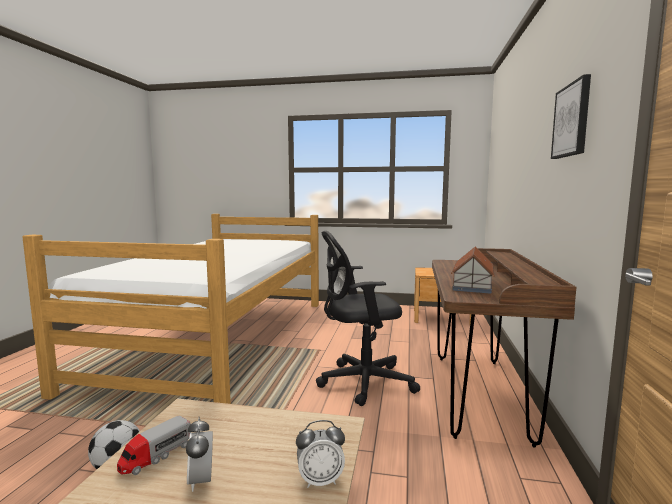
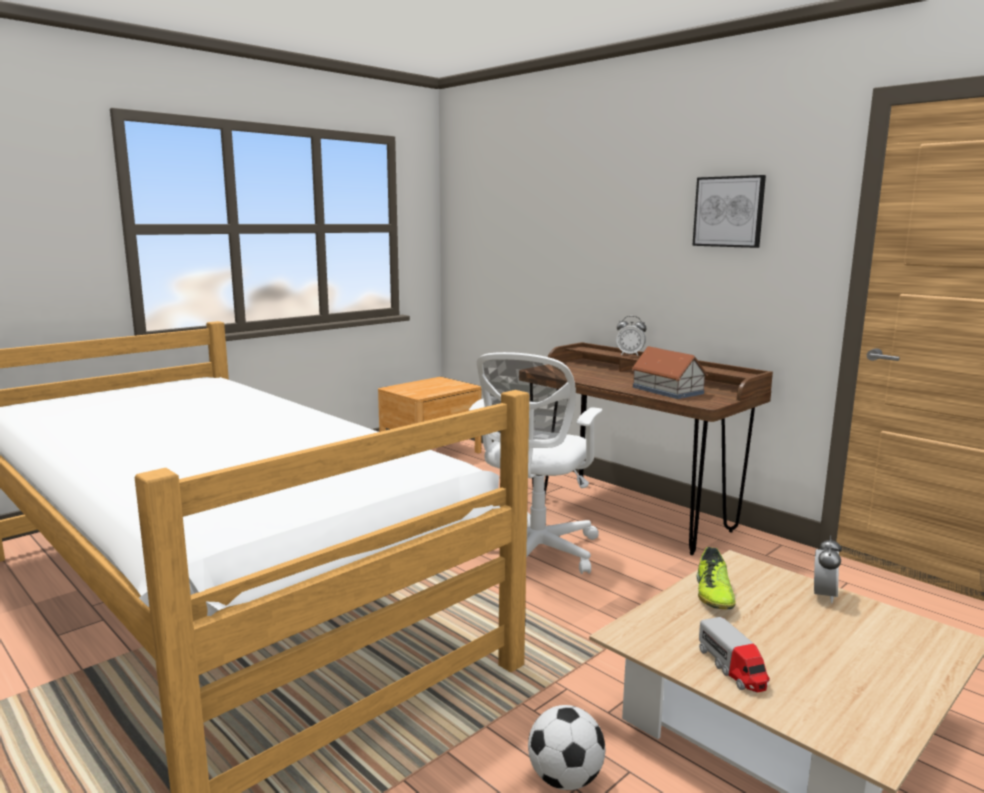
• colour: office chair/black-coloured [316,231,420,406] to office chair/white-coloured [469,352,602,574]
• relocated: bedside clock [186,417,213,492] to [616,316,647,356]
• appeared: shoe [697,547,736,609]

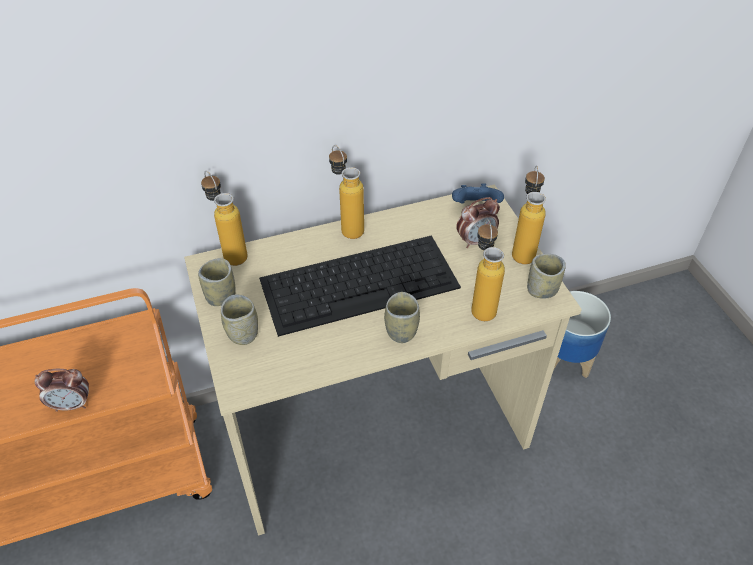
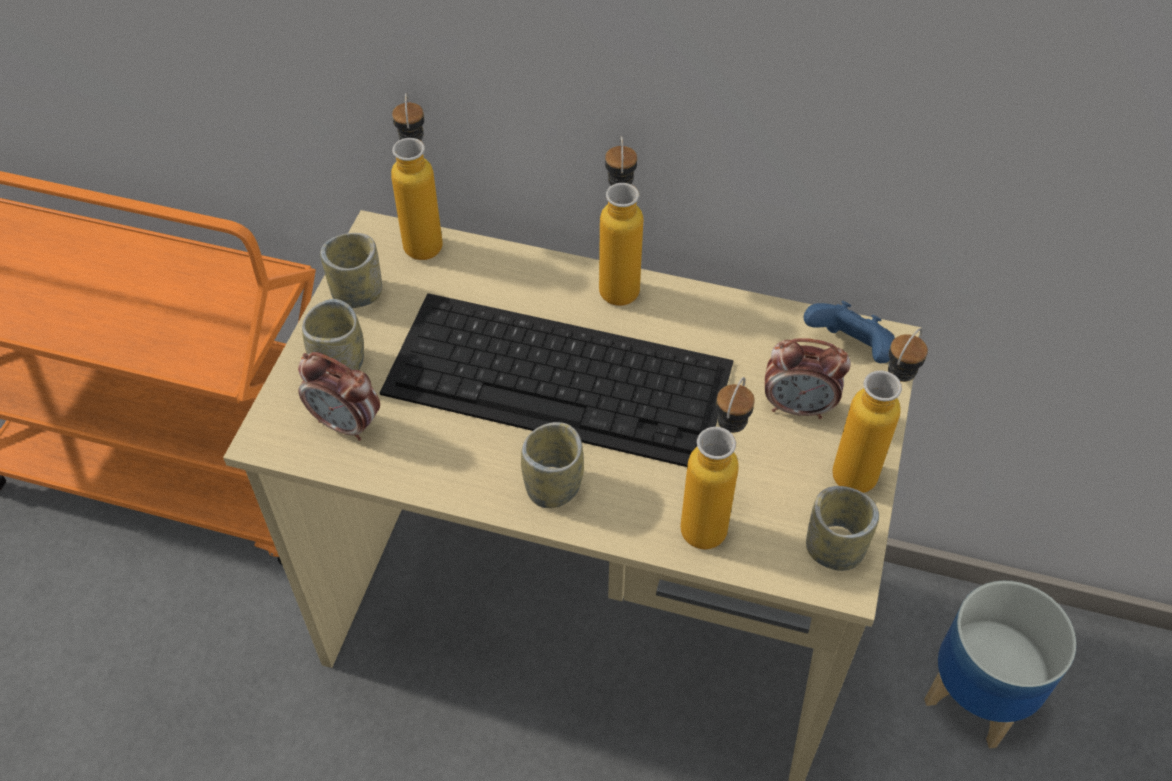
• relocated: bedside clock [34,369,89,412] to [298,352,380,441]

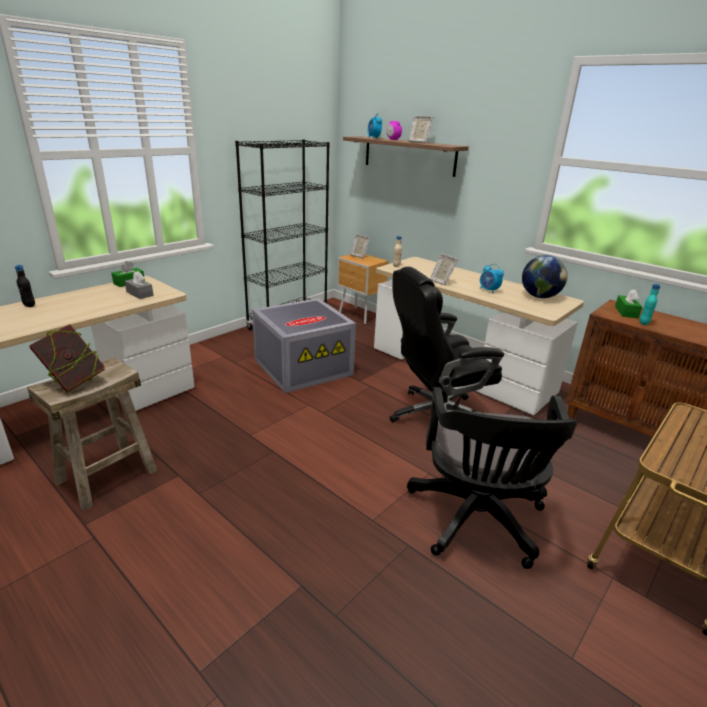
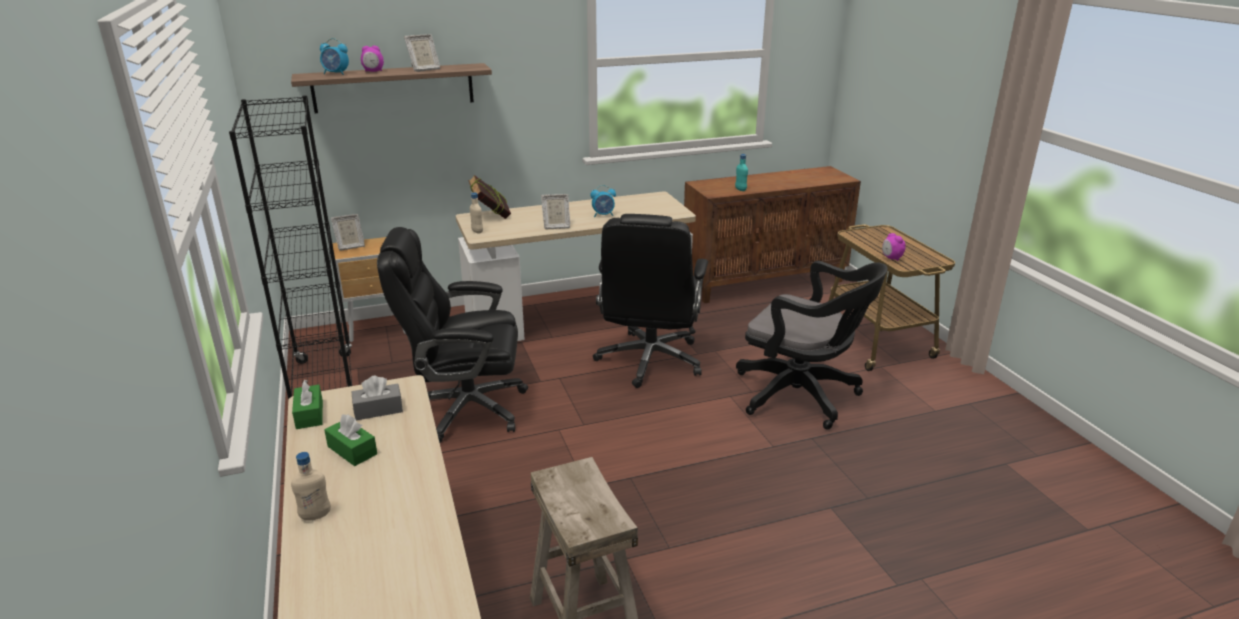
• missing: desk globe [522,255,568,298]
• colour: beverage bottle/black-coloured [15,265,35,307] to beverage bottle/beige-coloured [291,452,331,521]
• relocated: tissue box/green [615,289,642,318] to [324,414,377,466]
• exchanged: storage bin/greyish [252,298,356,393] to office chair/black-coloured [377,227,528,443]
• relocated: bound book [29,324,105,392] to [468,175,511,219]
• appeared: bedside clock [882,233,906,261]

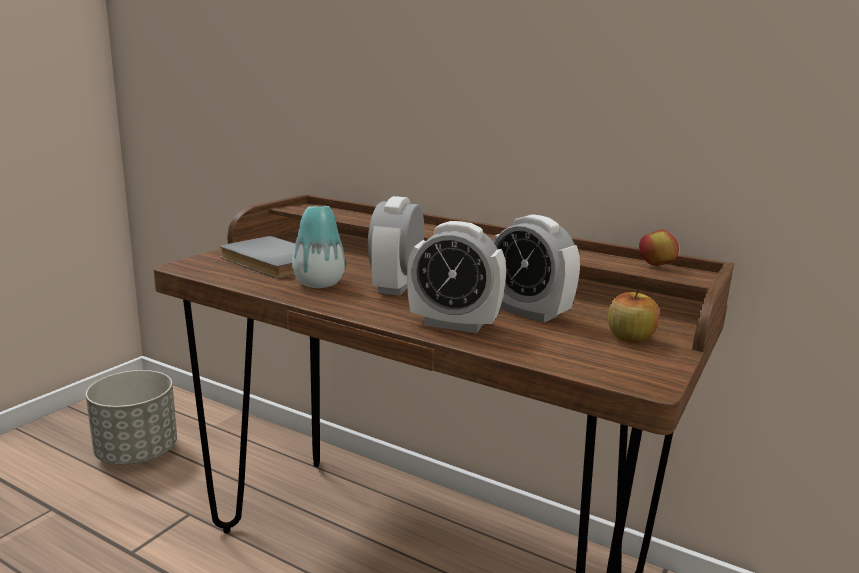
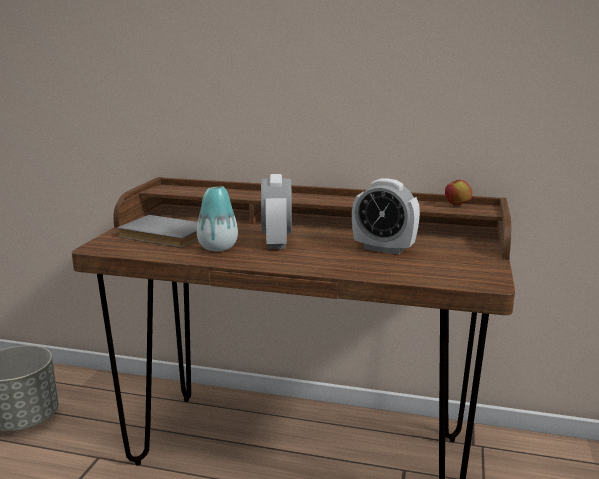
• missing: bedside clock [407,221,506,333]
• missing: apple [608,289,659,343]

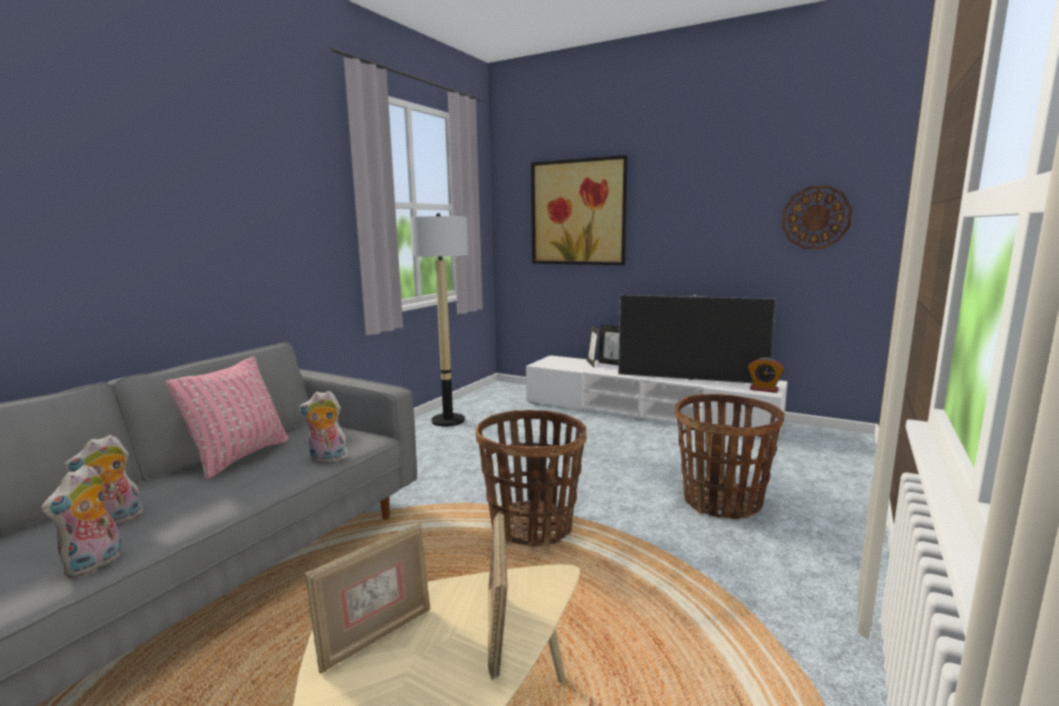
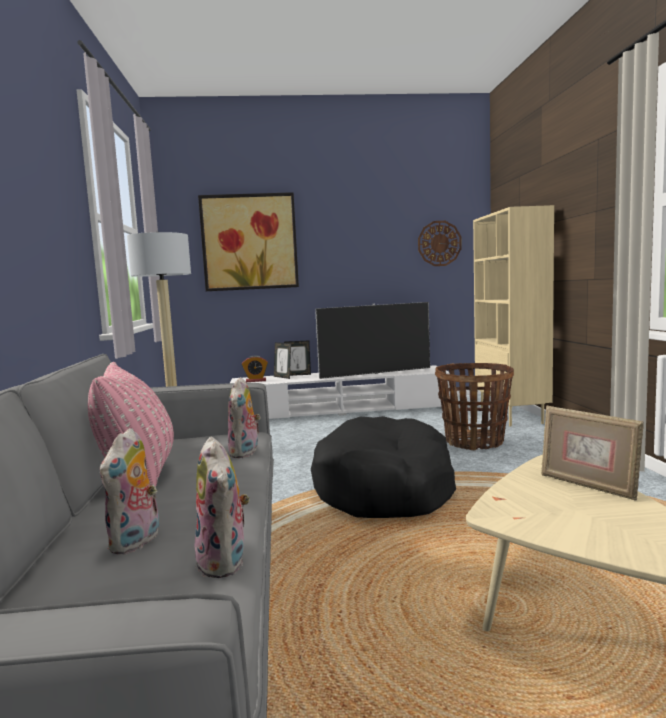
• relocated: bedside clock [748,357,784,393] to [242,355,268,382]
• spun: cuddly toy [298,391,352,463] = [228,377,261,458] 45 degrees counterclockwise
• exchanged: household basket [476,410,586,547] to dog bed/black-coloured [311,416,456,518]
• missing: standing frame [305,523,430,674]
• appeared: bookshelf/beige-coloured [473,205,554,427]

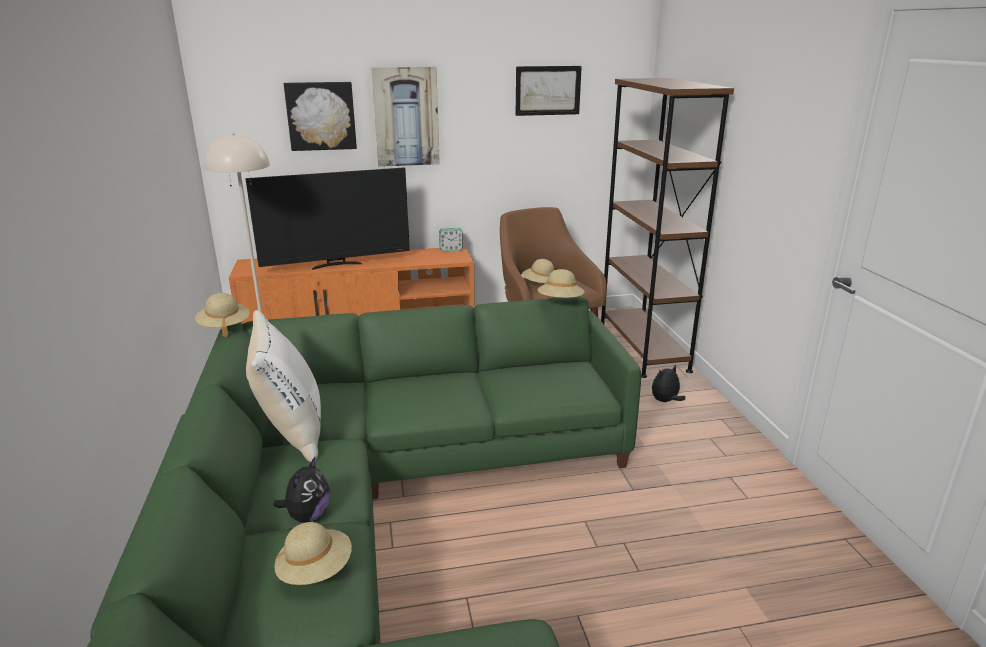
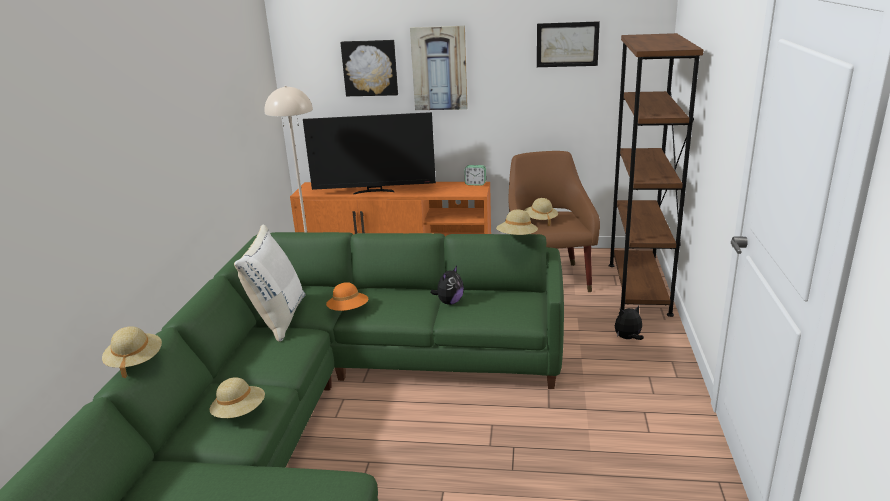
• relocated: wearable hat/beige-coloured [195,293,250,337] to [102,326,162,378]
• relocated: cuddly toy [273,457,330,523] to [430,266,464,305]
• appeared: wearable hat/orange [326,282,368,311]

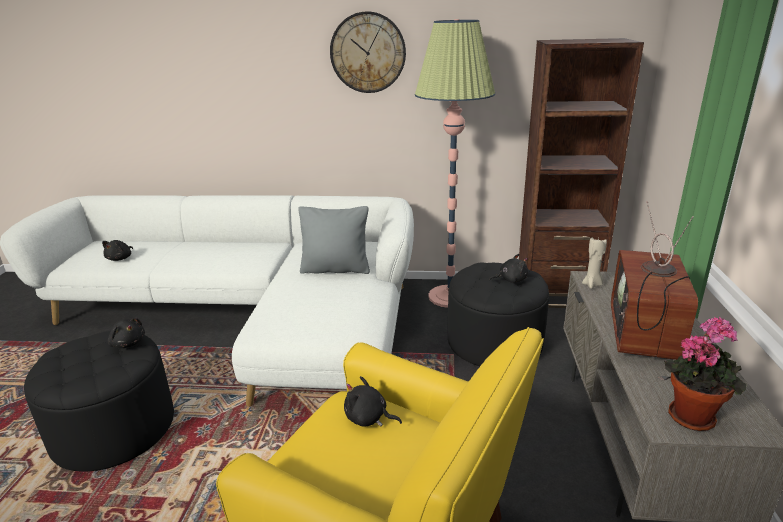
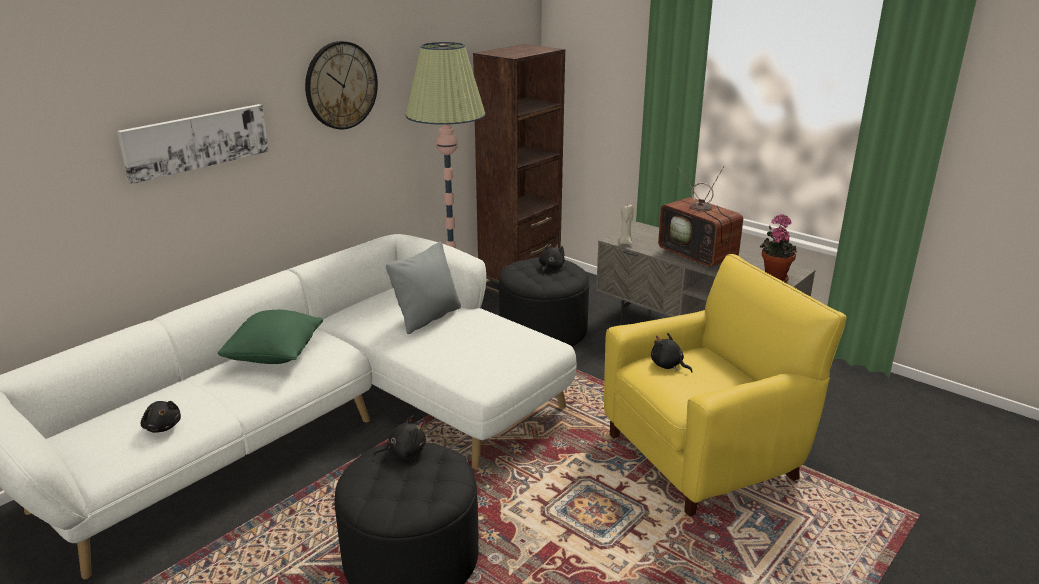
• spun: cuddly toy/black-coloured [344,376,402,427] = [651,333,693,373] 75 degrees clockwise
• appeared: picture [117,104,269,184]
• appeared: cushion/green [218,310,323,364]

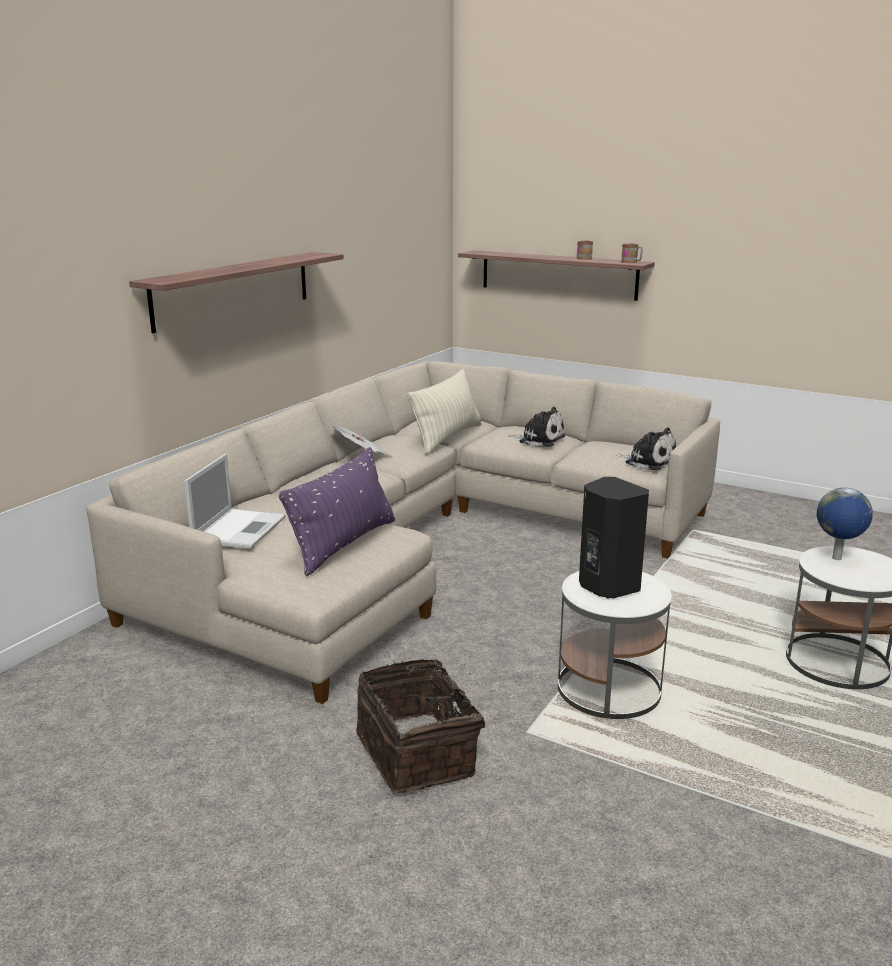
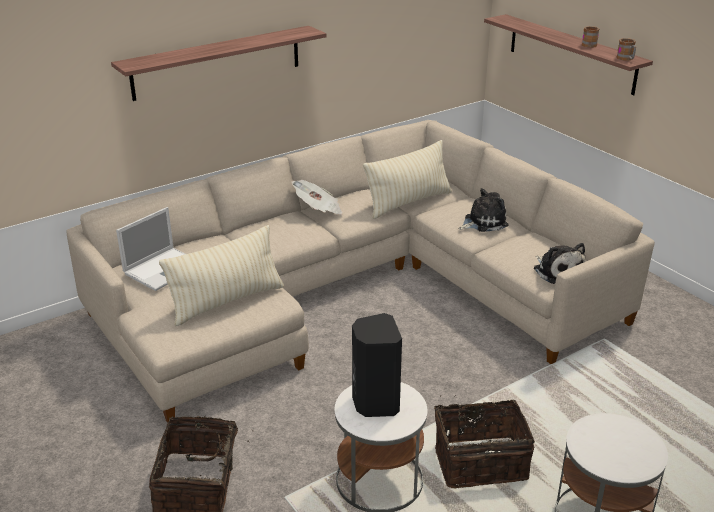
• spun: cuddly toy [508,407,565,447] = [459,188,509,232] 75 degrees counterclockwise
• colour: cushion/purple-coloured [279,447,395,576] to cushion/beige-coloured [159,225,284,326]
• missing: desk globe [817,488,873,560]
• appeared: household basket [434,395,535,488]

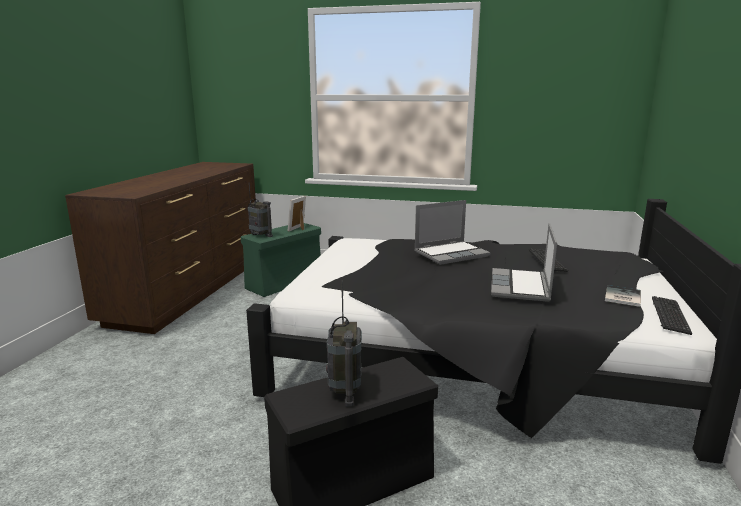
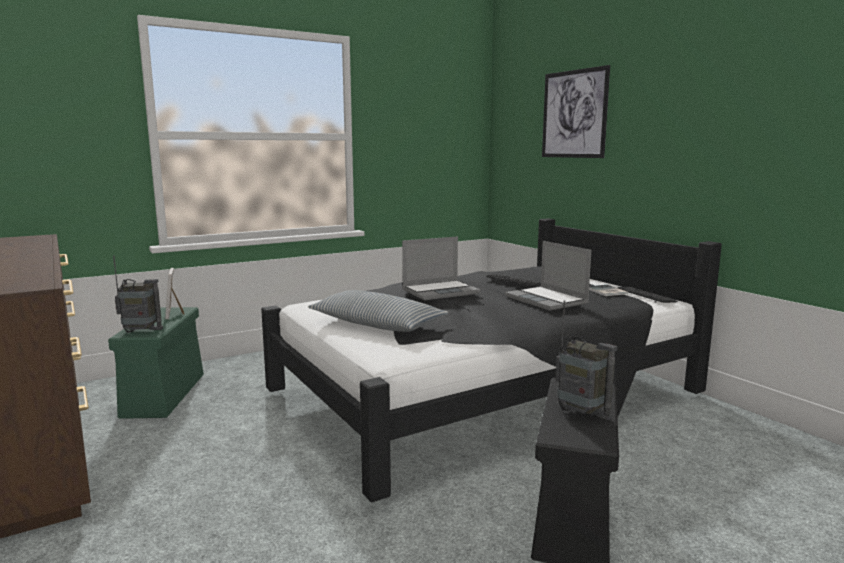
• spun: notebook computer [414,200,490,265] = [402,236,480,300] 45 degrees clockwise
• appeared: picture [542,65,610,158]
• appeared: cushion [308,290,449,332]

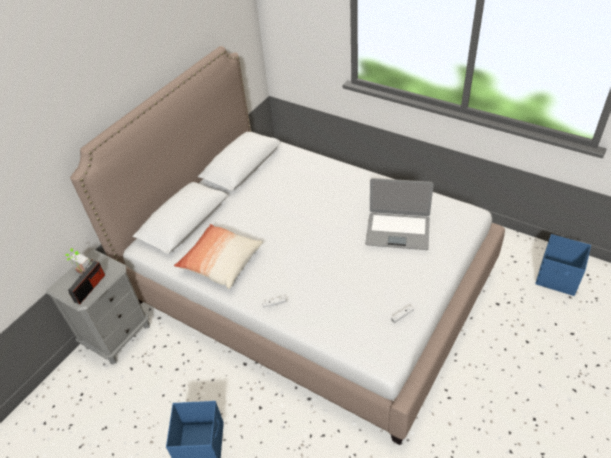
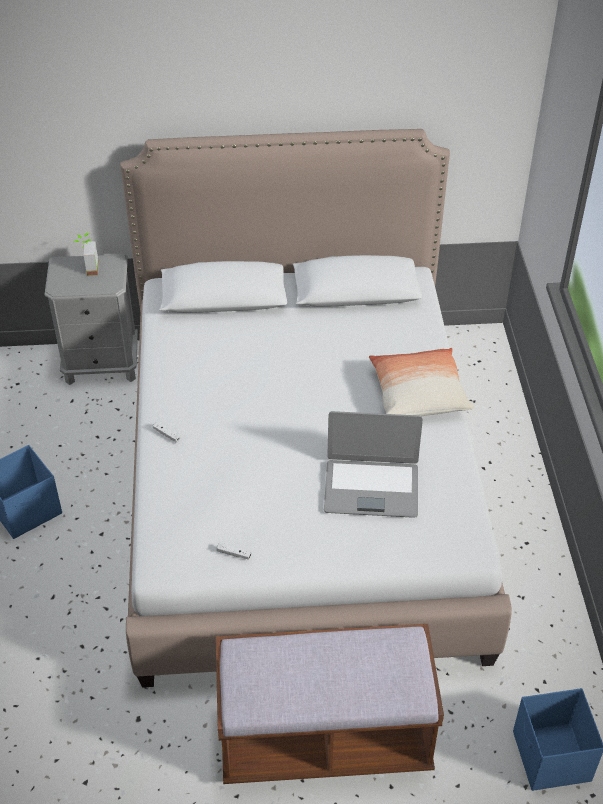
• spun: notebook computer [365,178,434,250] = [324,411,423,518] 60 degrees counterclockwise
• relocated: cushion [174,224,263,289] to [369,348,474,416]
• missing: radio receiver [68,259,105,304]
• appeared: bench/brown [216,624,444,784]

